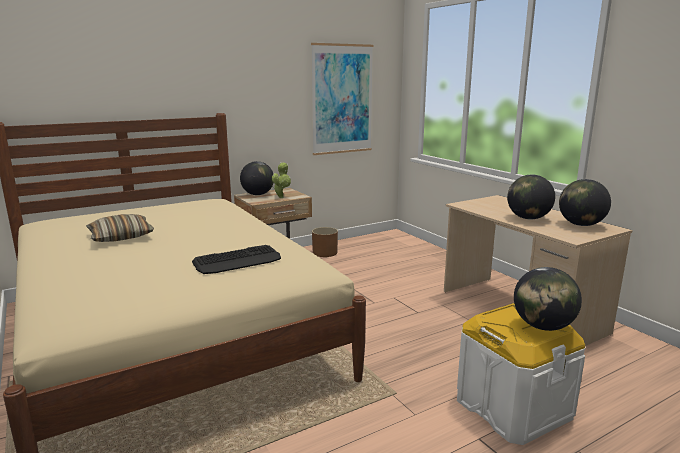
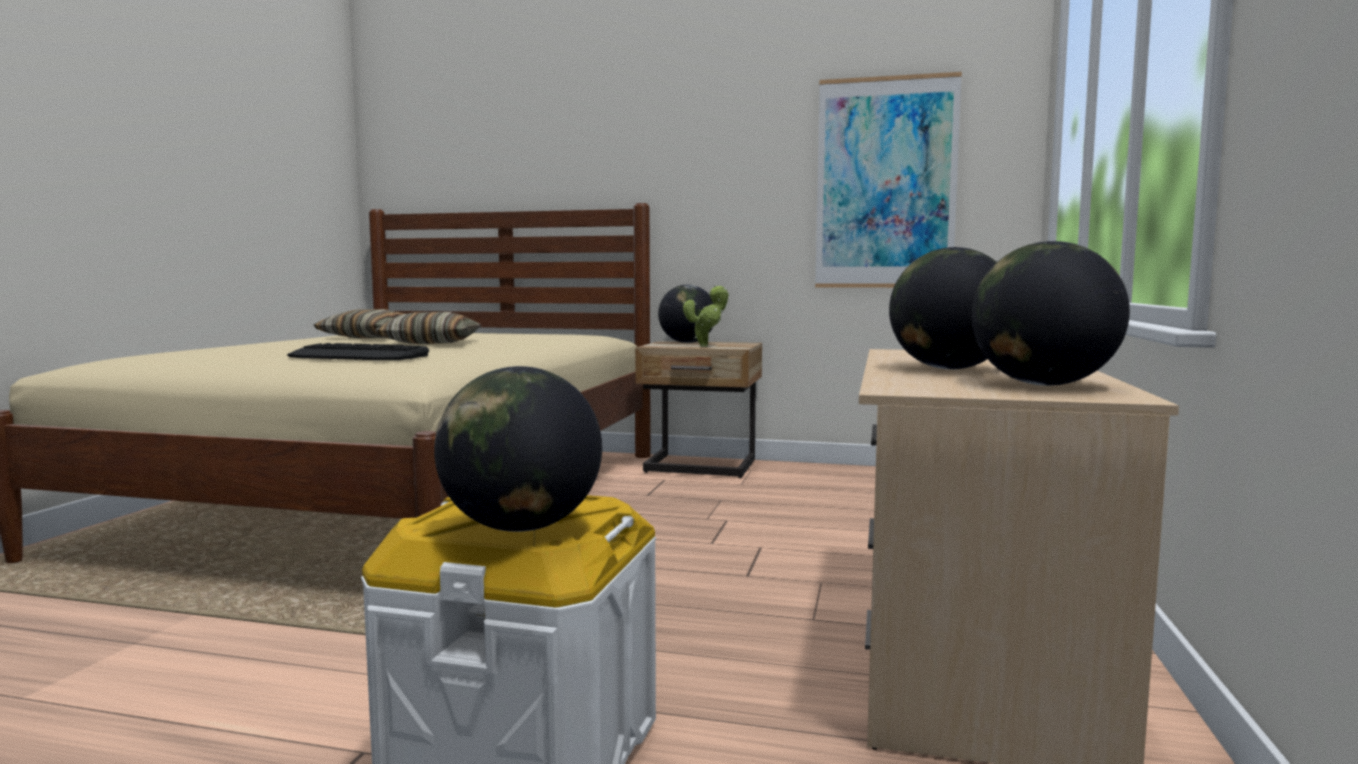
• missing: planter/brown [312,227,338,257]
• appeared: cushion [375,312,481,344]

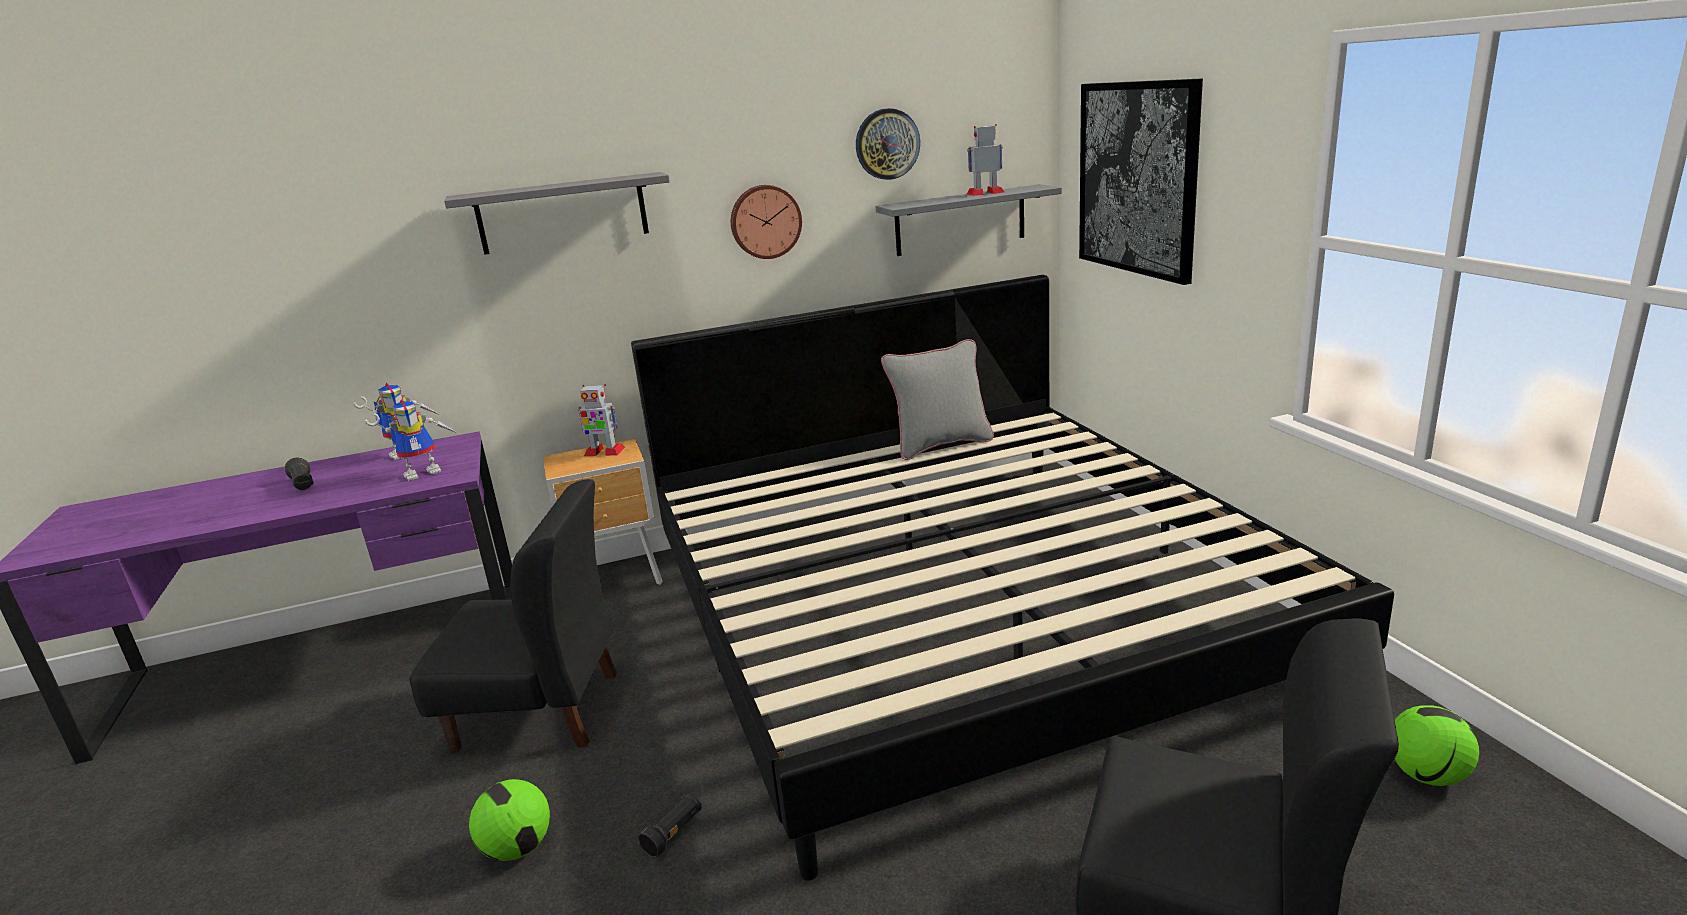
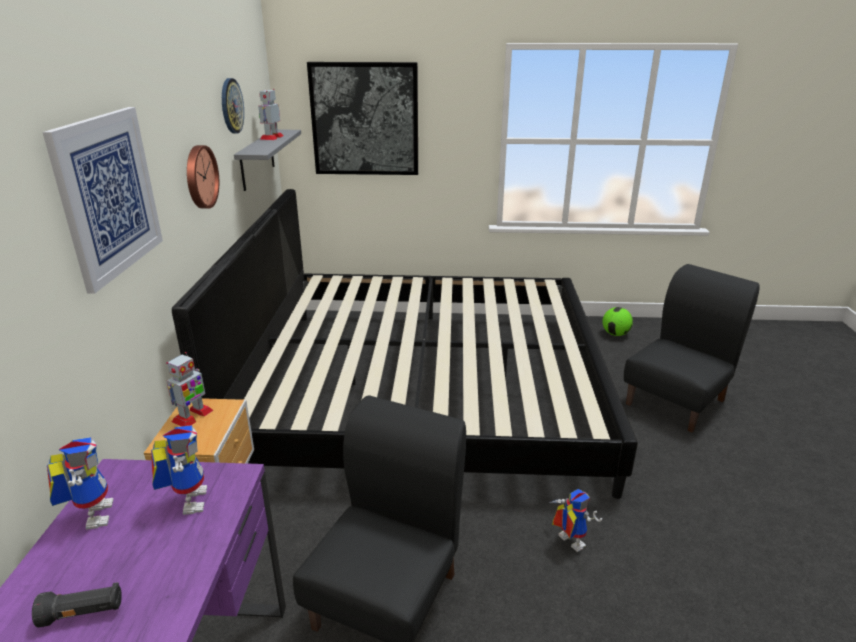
• exchanged: bracket shelf/greyish [444,172,670,255] to picture [43,107,163,294]
• missing: cushion/greyish [881,339,994,460]
• missing: football [469,779,550,861]
• exchanged: torch/black-coloured [638,794,702,858] to robot figure [549,489,602,552]

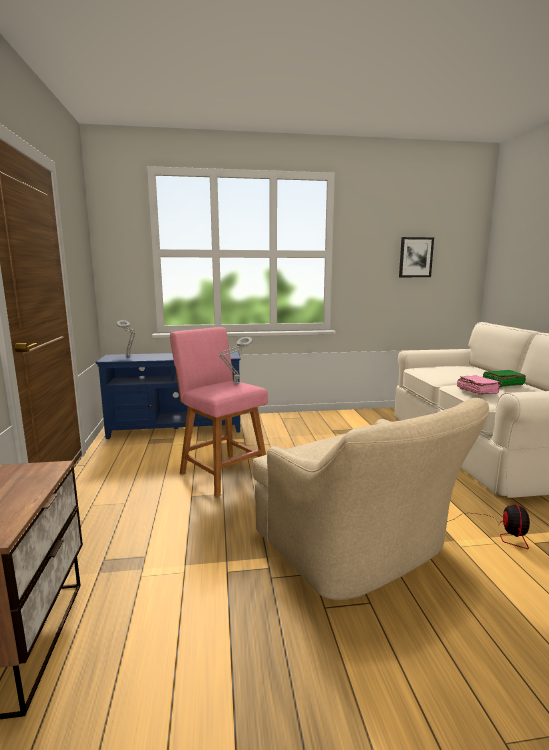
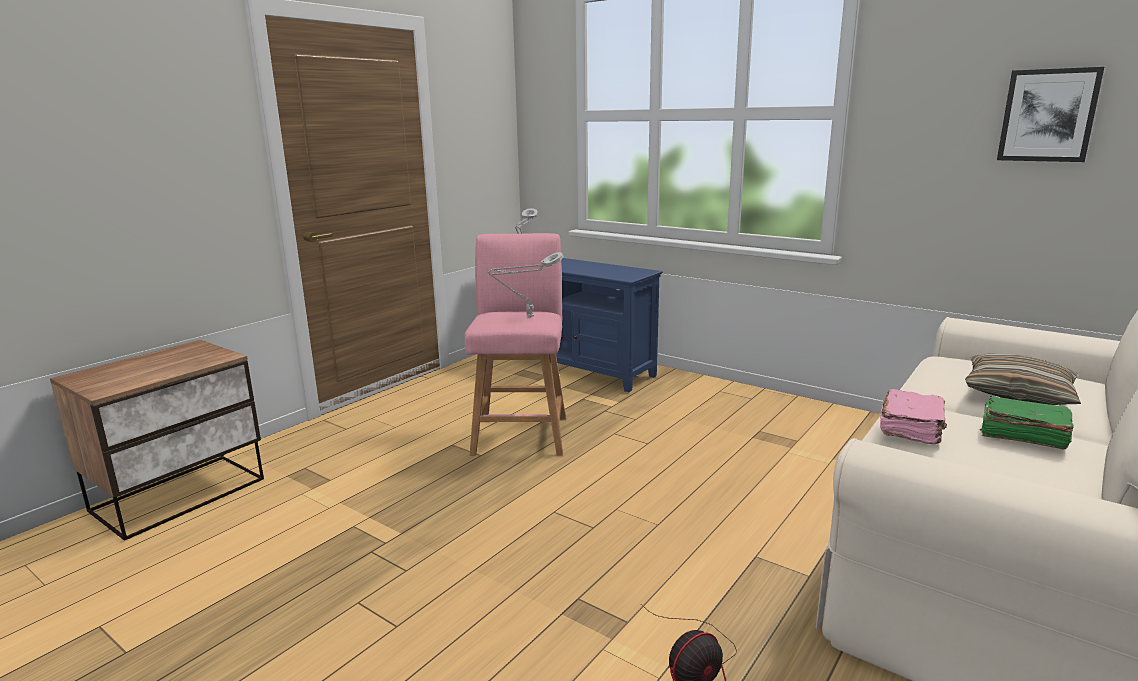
• missing: lounge chair/beige-coloured [253,398,489,600]
• appeared: cushion [965,354,1081,405]

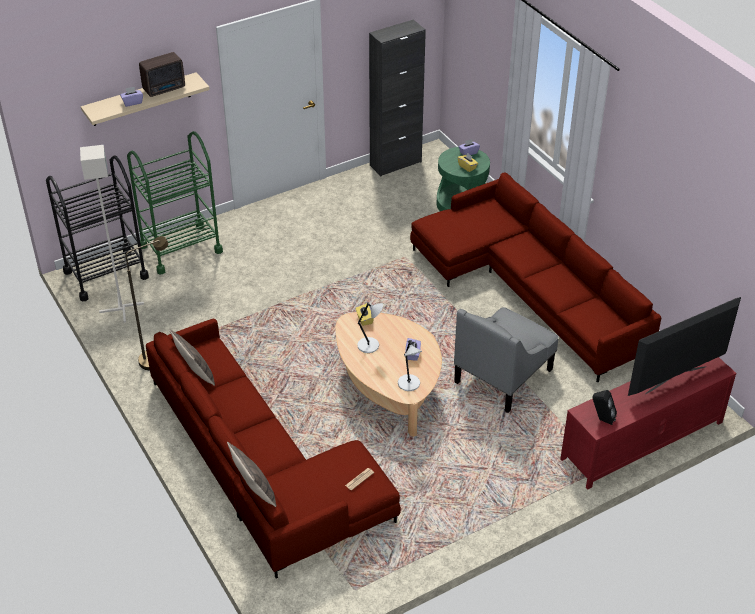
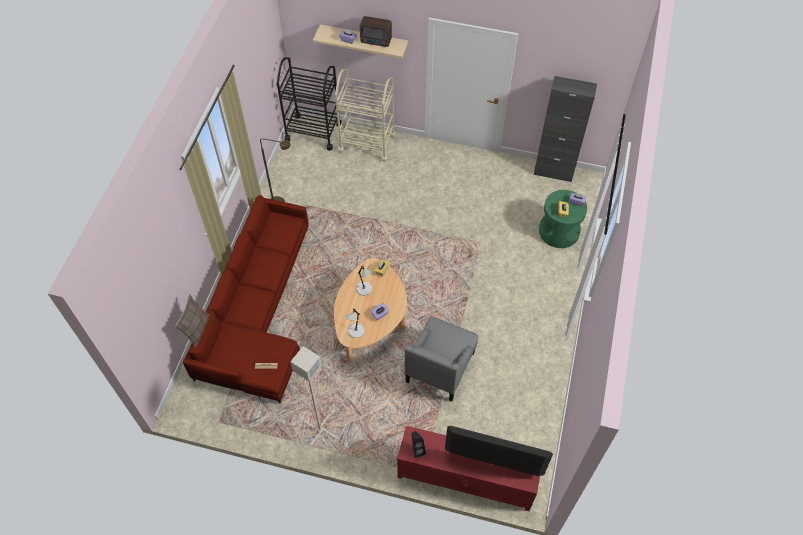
• colour: trolley/green [127,131,223,275] to trolley/beige-coloured [335,69,396,162]
• relocated: standing lamp/greyish [80,145,144,323] to [290,346,337,446]
• missing: couch/red [410,172,661,383]
• spun: lounge chair/greyish [454,307,559,413] = [405,317,478,402] 60 degrees counterclockwise
• missing: cushion [170,329,215,386]

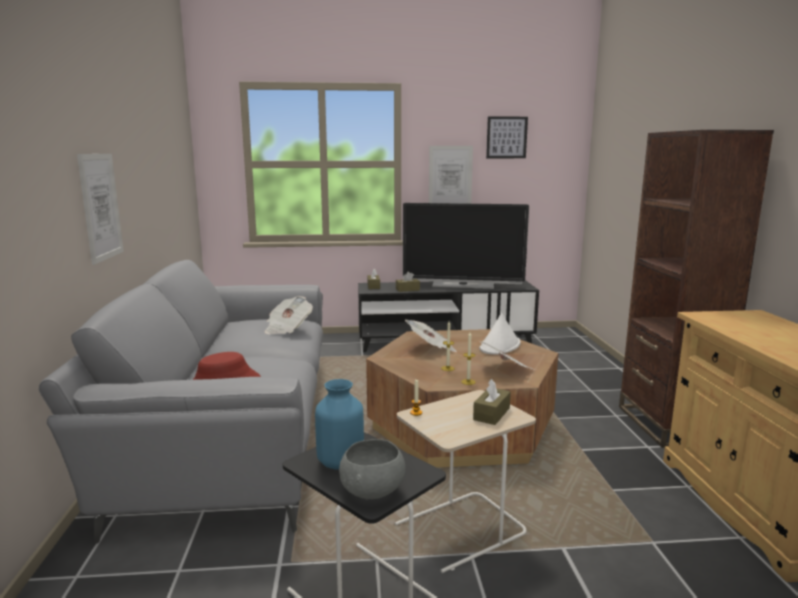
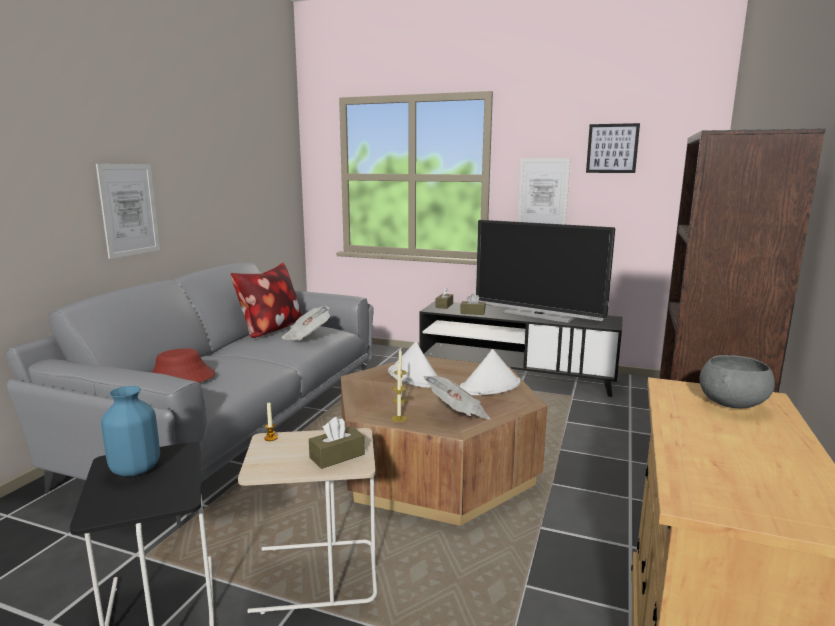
• exchanged: daily paper [405,320,457,352] to wearable hat/white-coloured [388,342,437,388]
• relocated: deep dish/greyish [339,439,405,499] to [699,355,775,408]
• appeared: cushion [230,263,303,338]

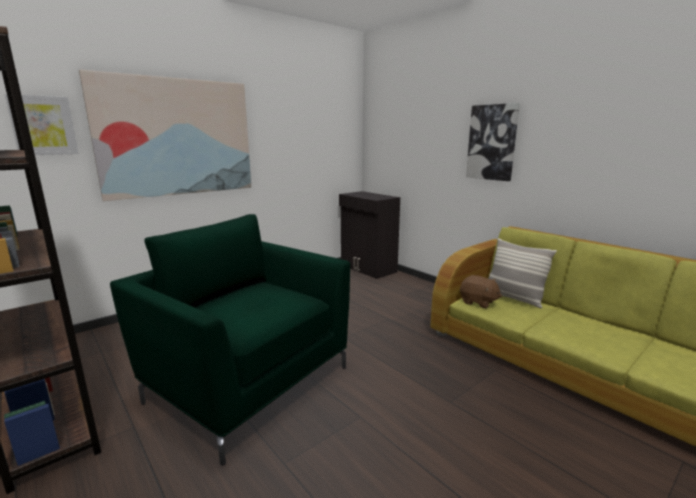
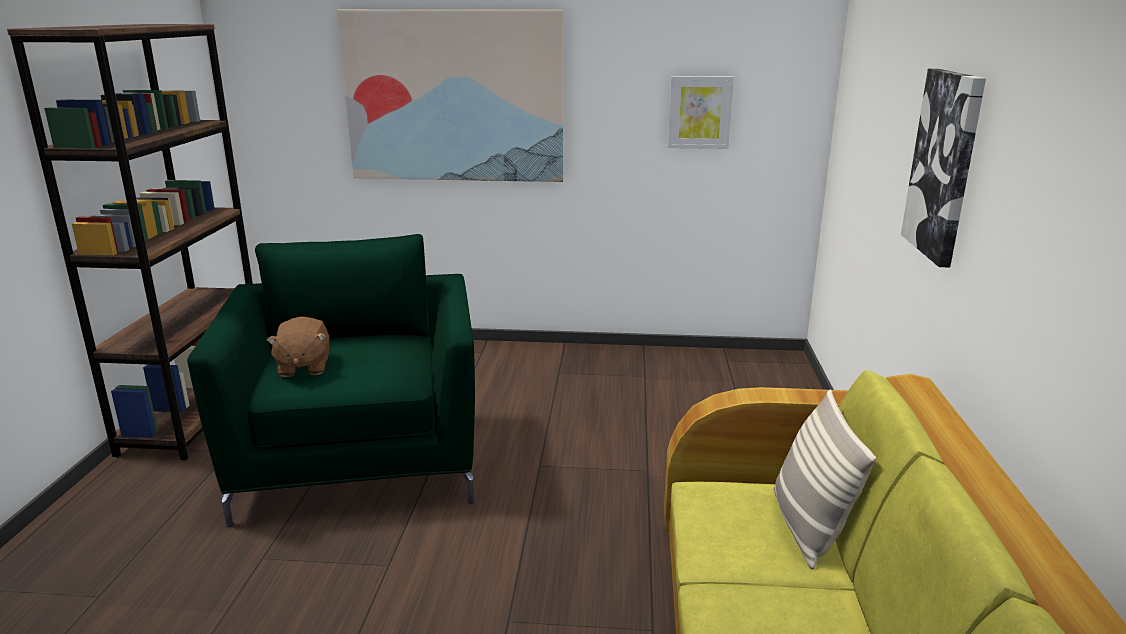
• relocated: picture [5,94,78,155] to [668,76,734,149]
• missing: storage cabinet/black-coloured [339,191,400,279]
• relocated: cuddly toy/brown [460,275,502,308] to [266,317,329,377]

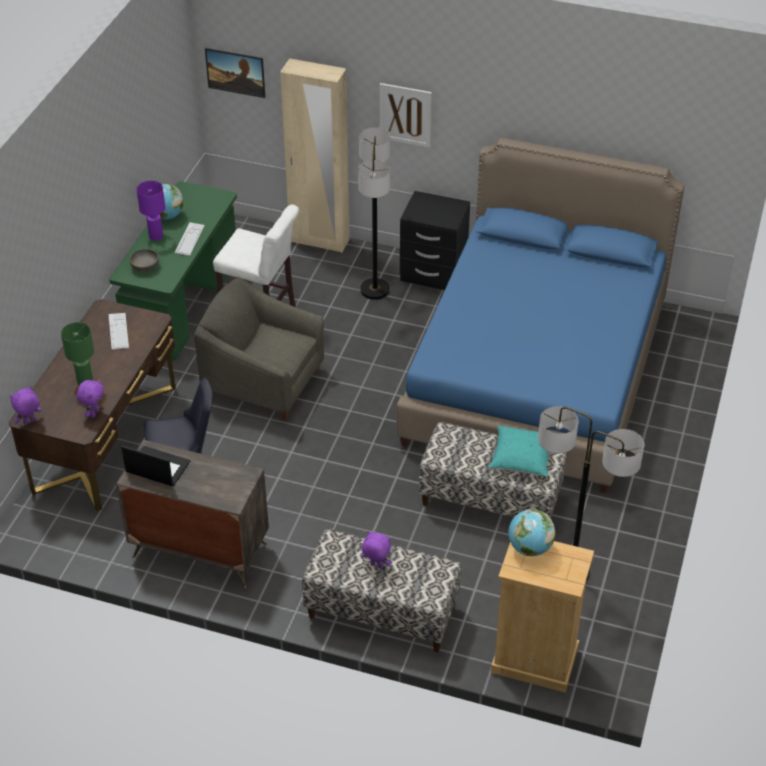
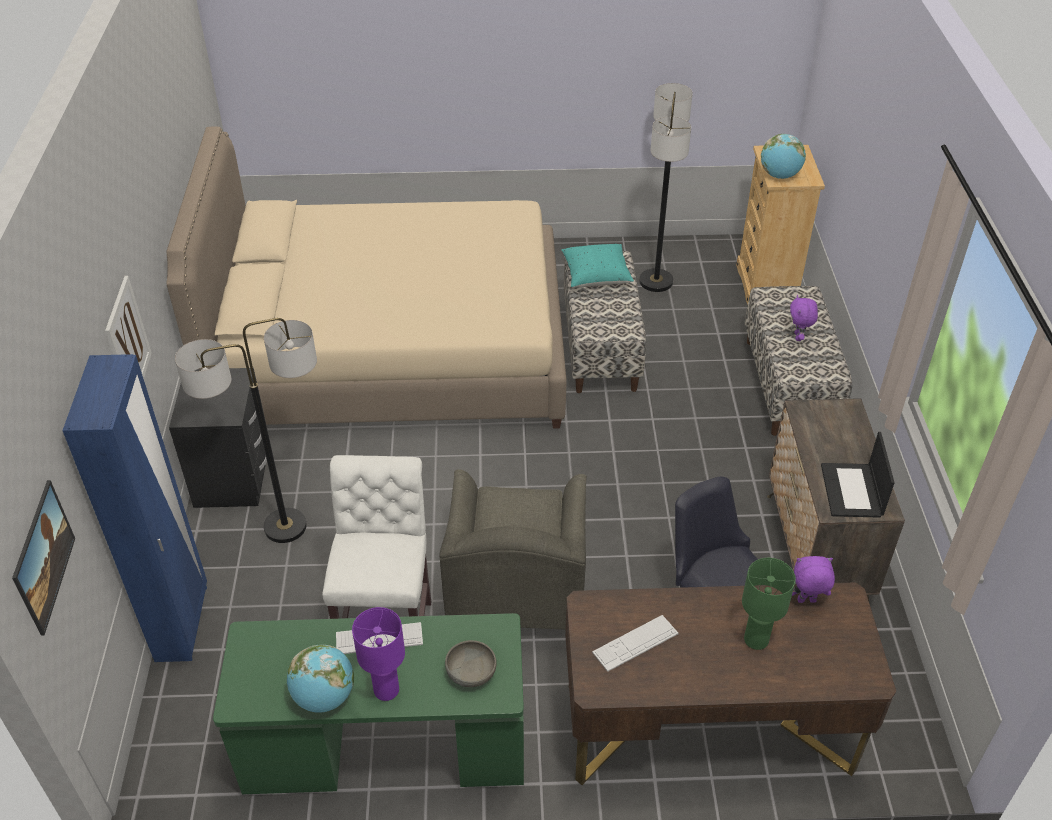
• colour: wardrobe/beige-coloured [280,58,350,253] to wardrobe/bluish [62,354,207,662]
• colour: bedroom bed/bluish [396,138,684,493] to bedroom bed/beige-coloured [166,127,567,429]
• missing: cuddly toy/purple-coloured [10,386,42,425]

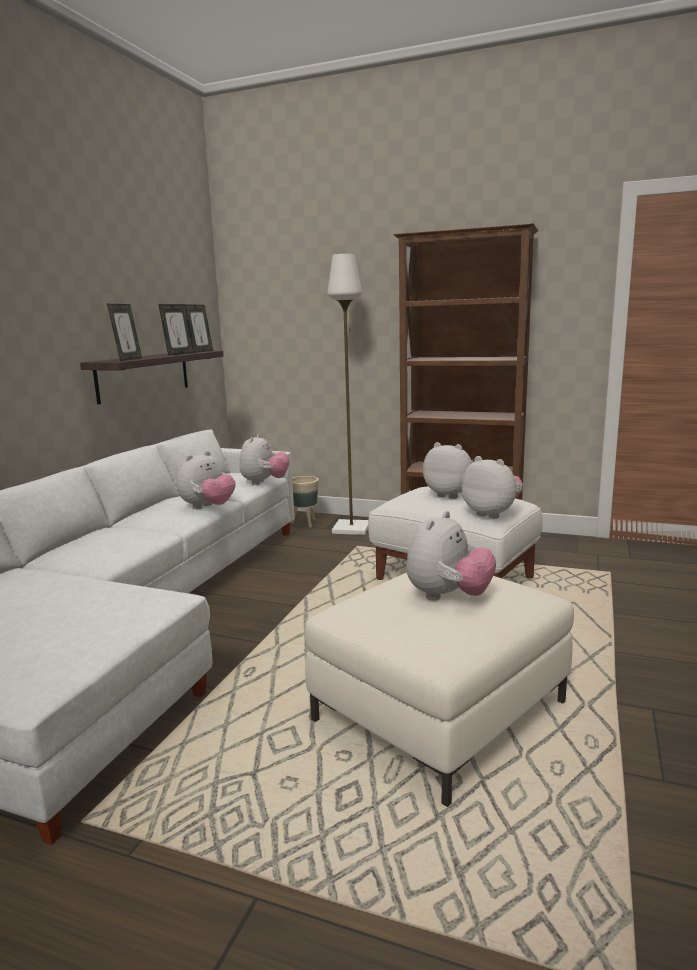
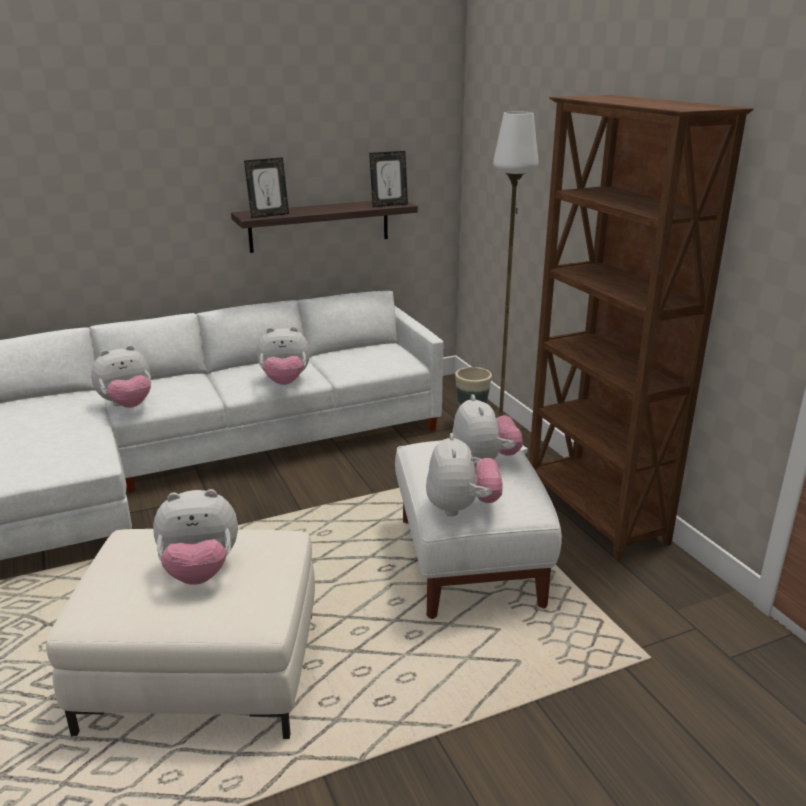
• missing: standing frame [158,304,194,356]
• relocated: cuddly toy [240,434,289,485] to [91,345,151,408]

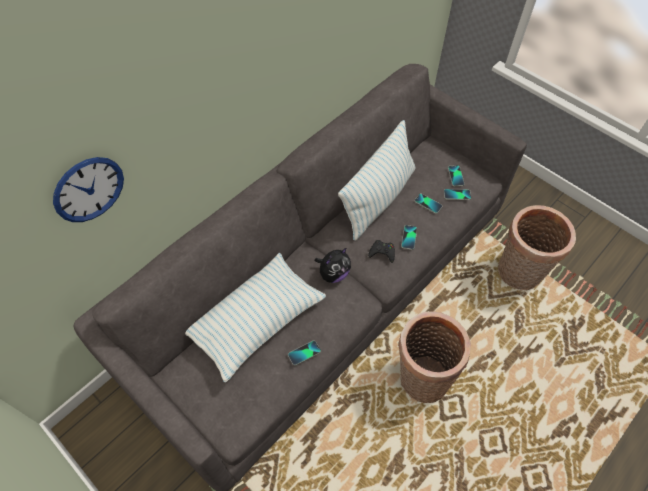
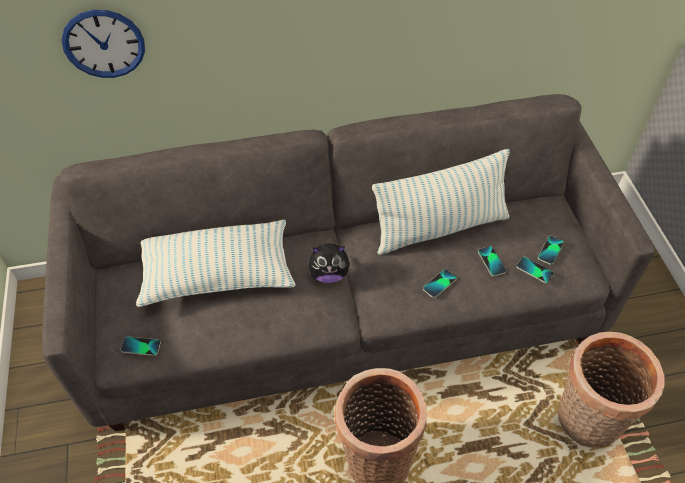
• missing: game controller/black-coloured [368,240,395,263]
• relocated: telephone [288,341,321,366] to [120,336,161,356]

